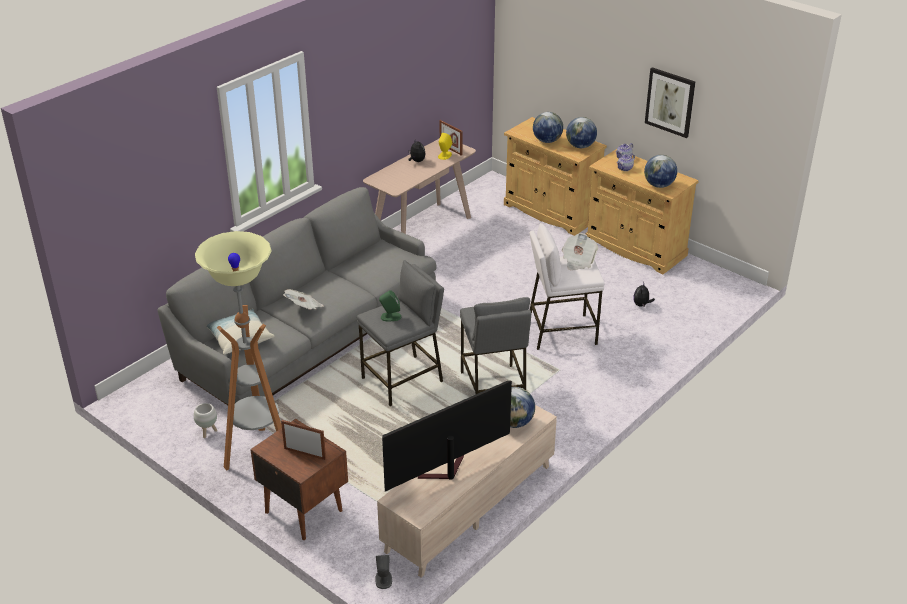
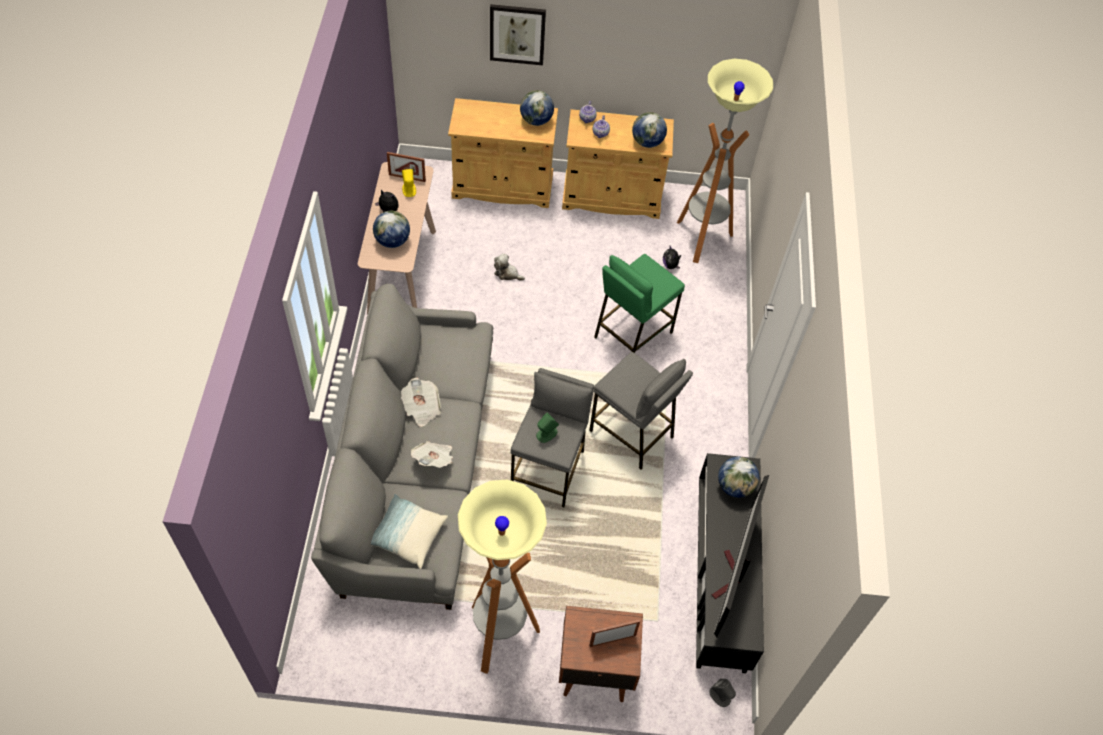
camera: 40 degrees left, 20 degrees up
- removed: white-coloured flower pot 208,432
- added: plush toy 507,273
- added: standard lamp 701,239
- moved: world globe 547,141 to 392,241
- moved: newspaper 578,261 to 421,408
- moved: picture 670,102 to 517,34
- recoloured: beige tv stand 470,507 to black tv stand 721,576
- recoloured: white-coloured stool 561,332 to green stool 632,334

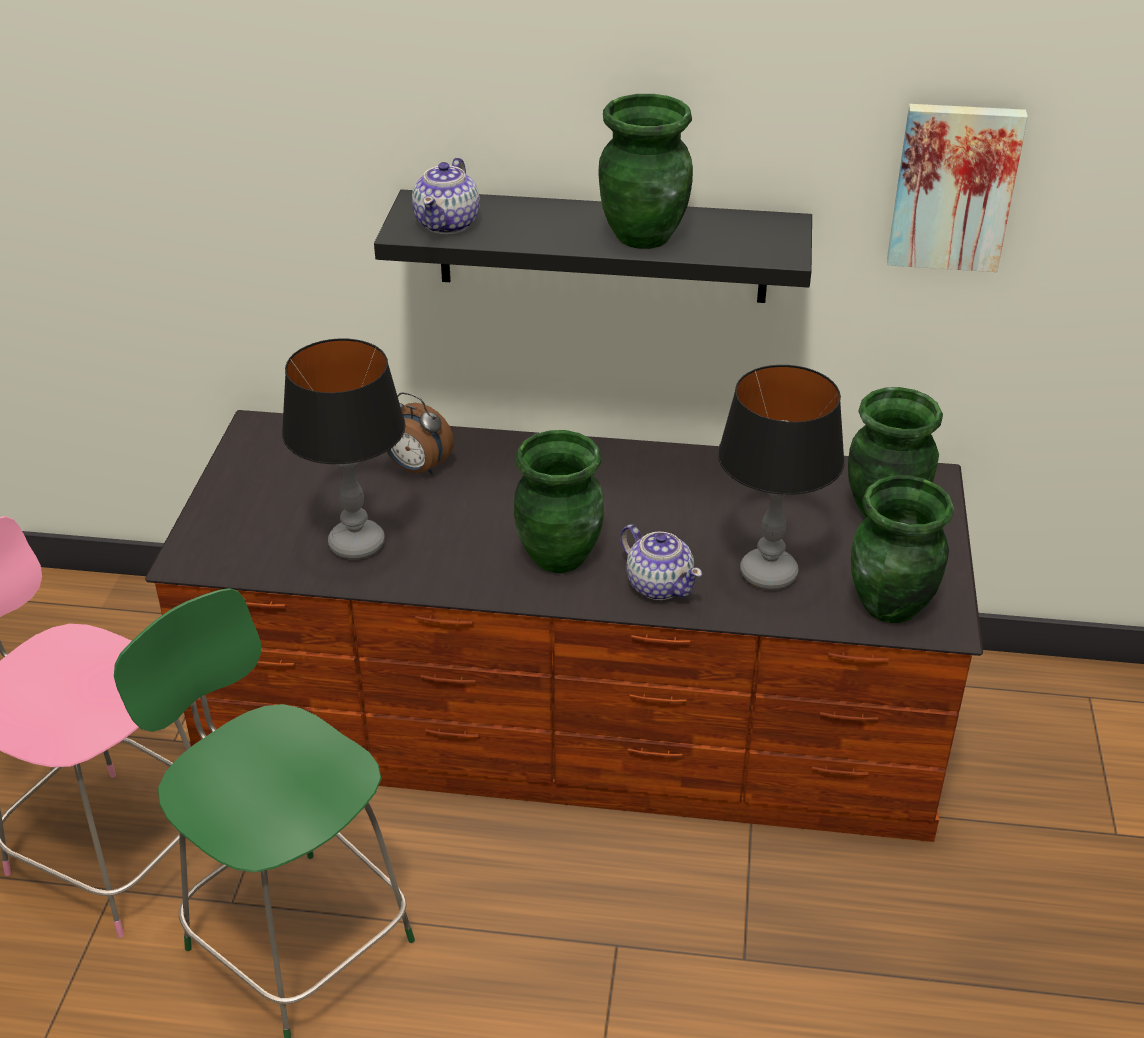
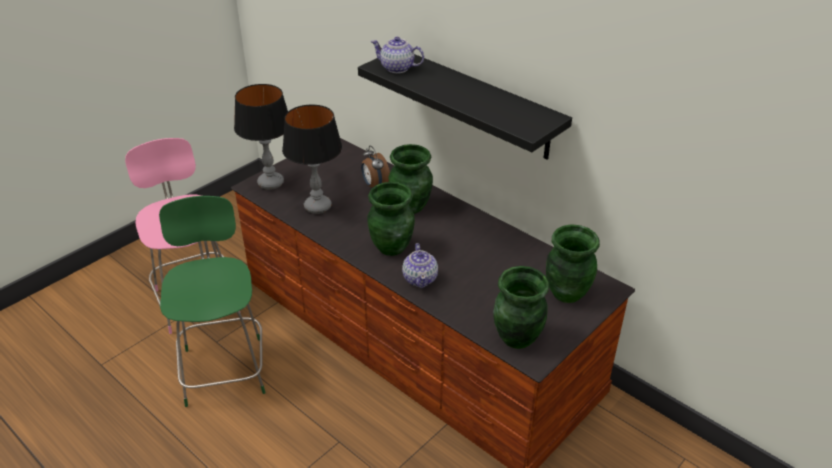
camera: 35 degrees right, 0 degrees up
- removed: picture 953,186
- moved: green decorative vase 644,236 to 411,206
- moved: table lamp 767,574 to 270,183
- turned: tea pot 448,224 = 397,68 60 degrees clockwise

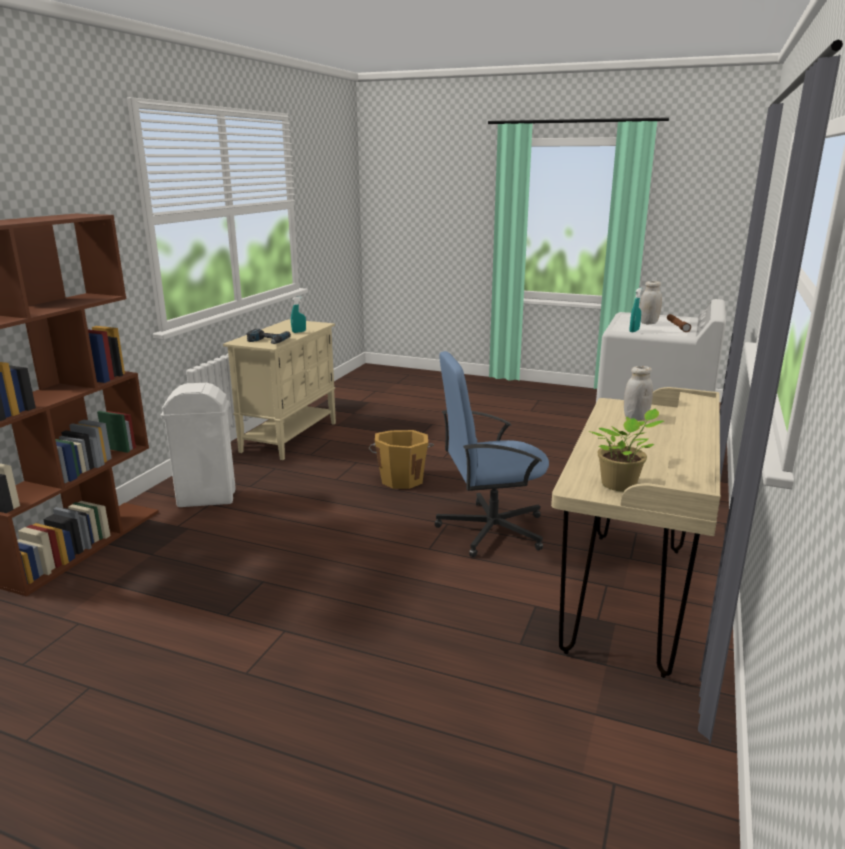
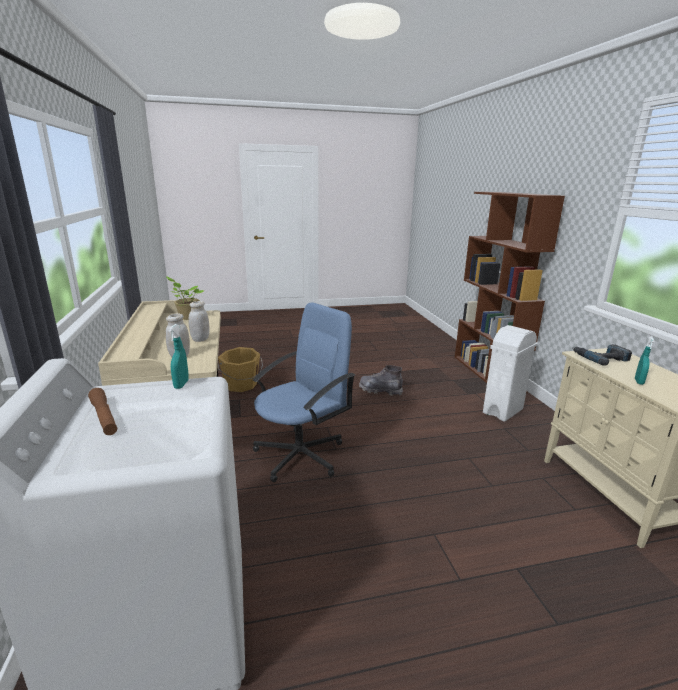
camera: 145 degrees right, 0 degrees up
- added: gray high-top boot 380,390
- moved: orangey pail 402,479 to 241,385
- moved: white-coloured storage jar 648,323 to 200,339

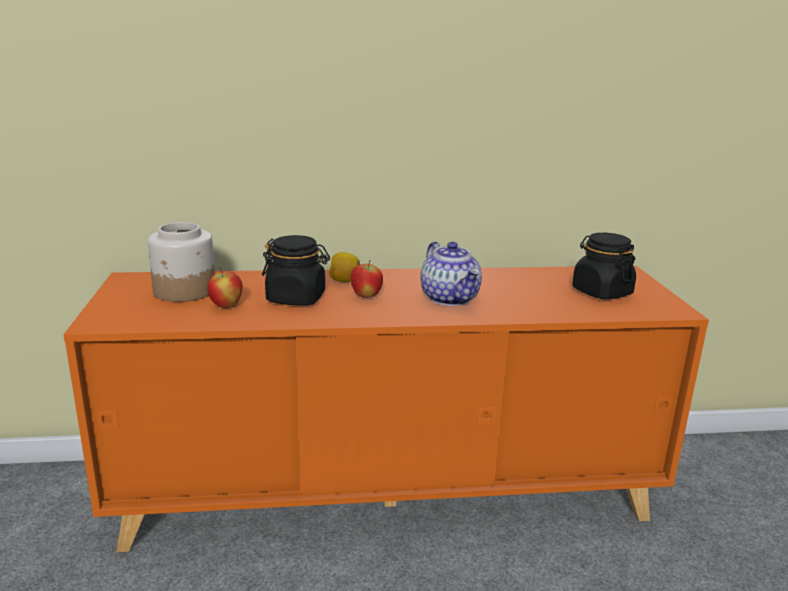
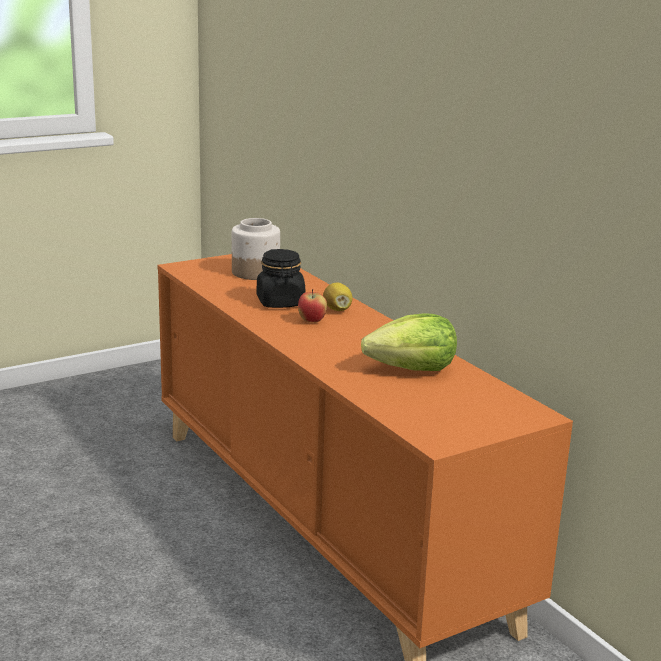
camera: 65 degrees right, 0 degrees up
- removed: apple fruit 226,306
- removed: tea pot 450,298
- removed: black storage jar 601,292
- added: lettuce 412,369

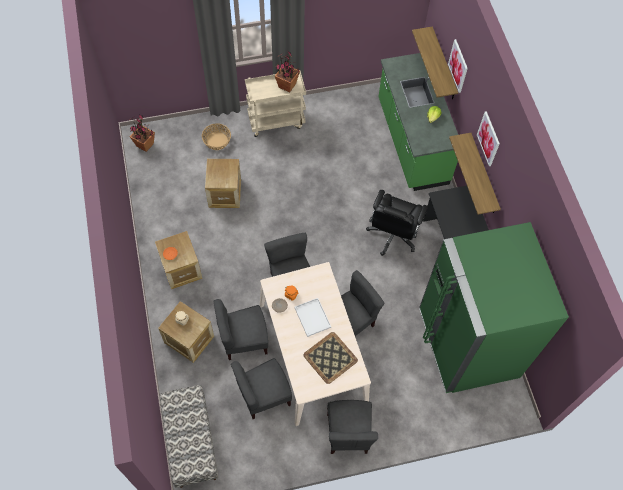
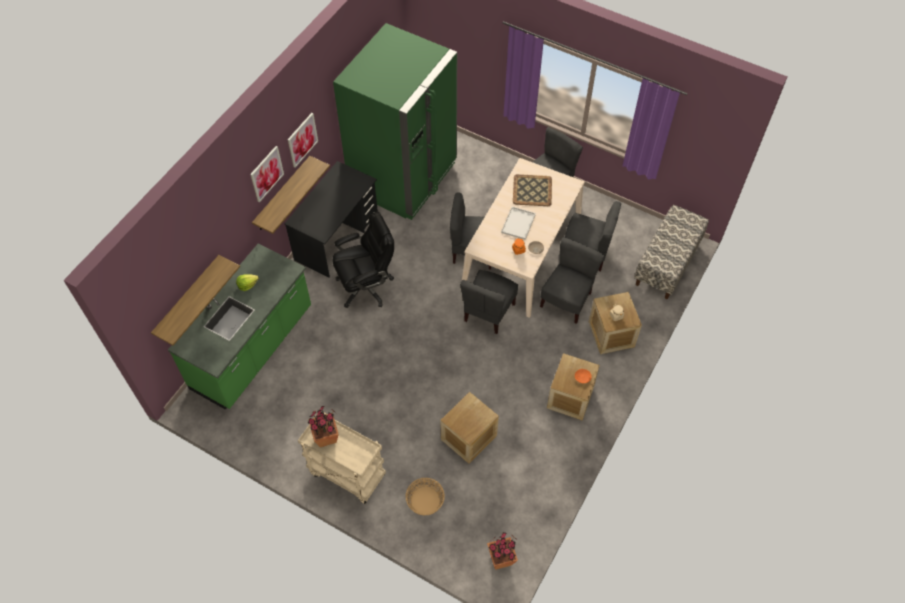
camera: 135 degrees left, 5 degrees down
- moved: picture 458,66 to 302,140
- turned: gray upright chair 244,340 = 566,300 90 degrees counterclockwise

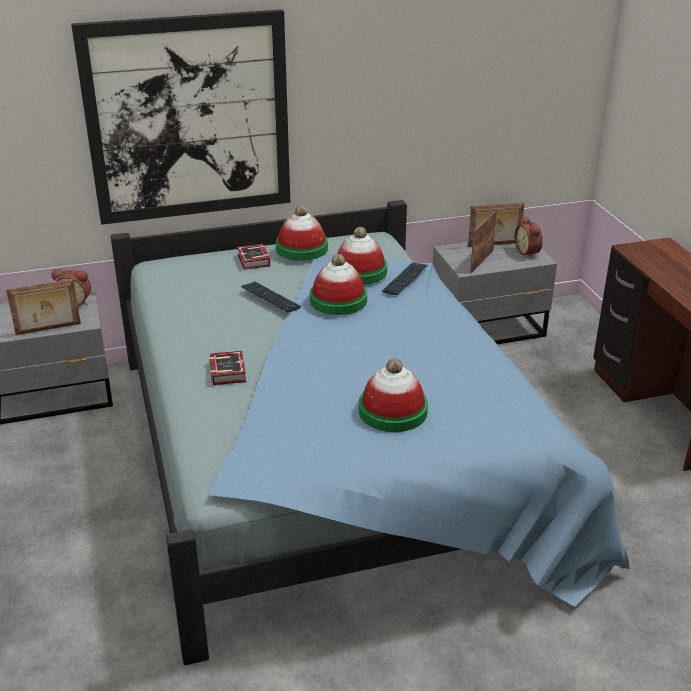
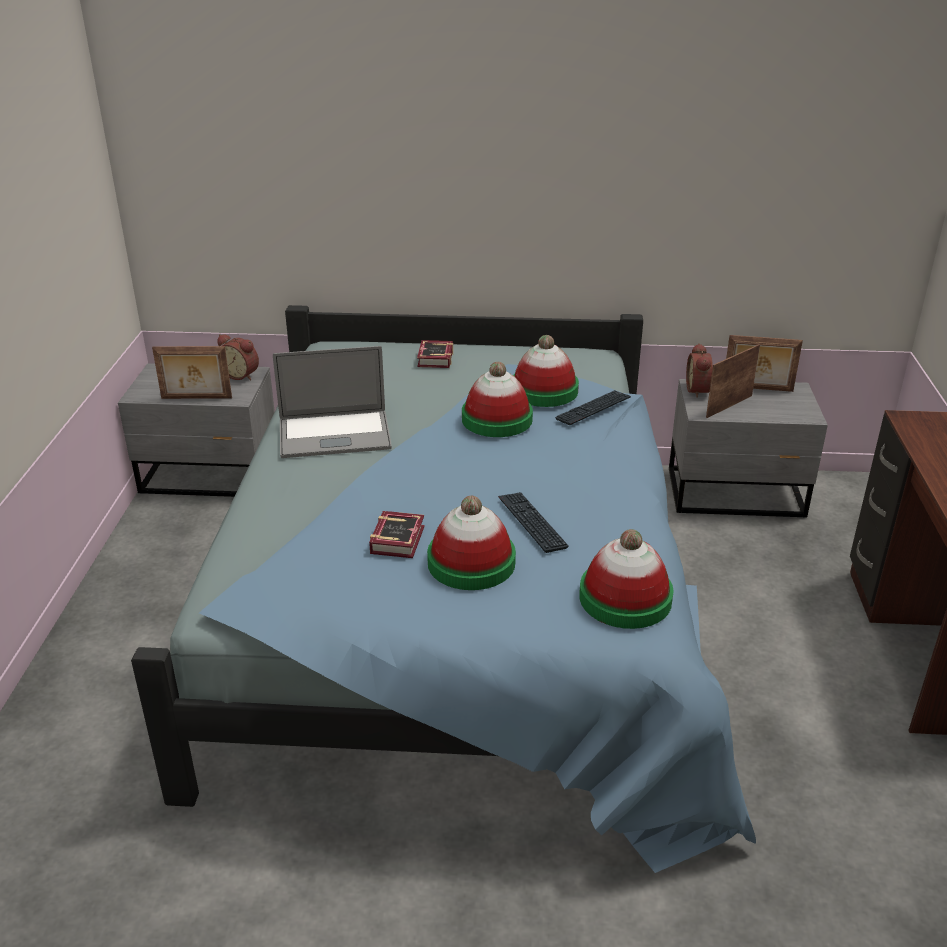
camera: 20 degrees right, 0 degrees up
- removed: picture 188,118
- added: notebook computer 334,435
- moved: book 229,371 to 400,538
- moved: computer keyboard 270,298 to 532,523
- moved: wearable hat 302,248 to 625,598
- moved: table clock 528,252 to 699,390

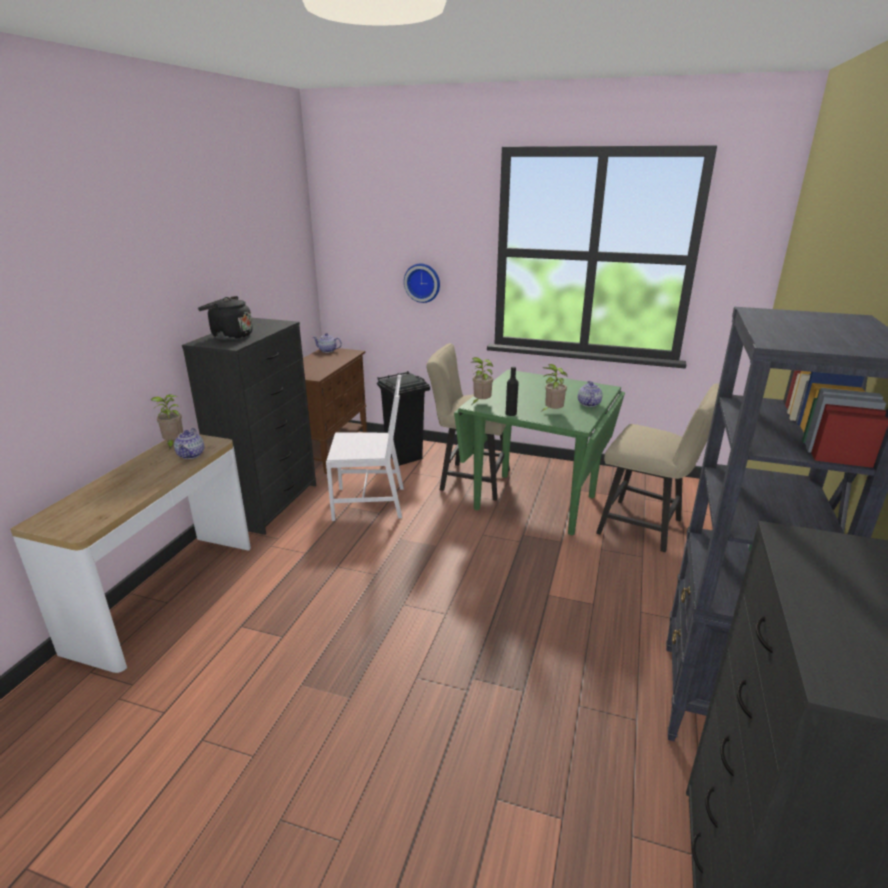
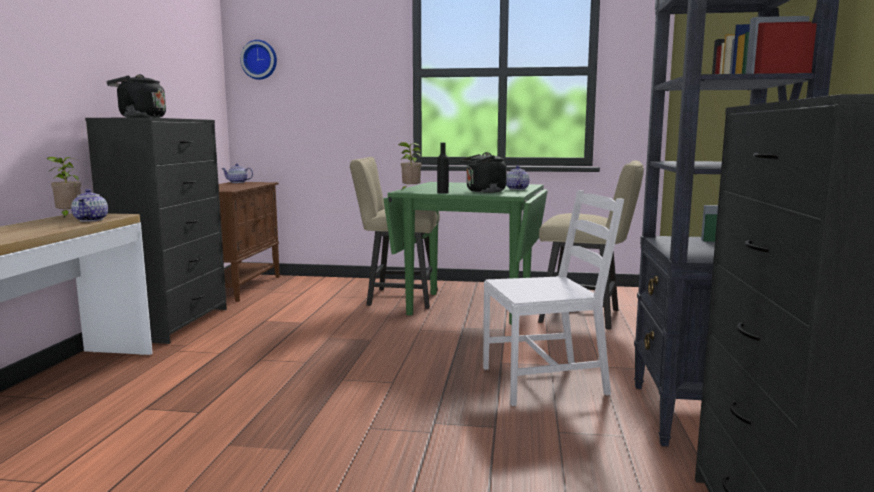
camera: 10 degrees left, 15 degrees down
- removed: black rubbish bin 405,458
- moved: white-coloured upright chair 370,503 to 545,381
- moved: hanging clock 423,282 to 260,60
- replaced: plant in a pot 552,412 to black tea kettle 483,191

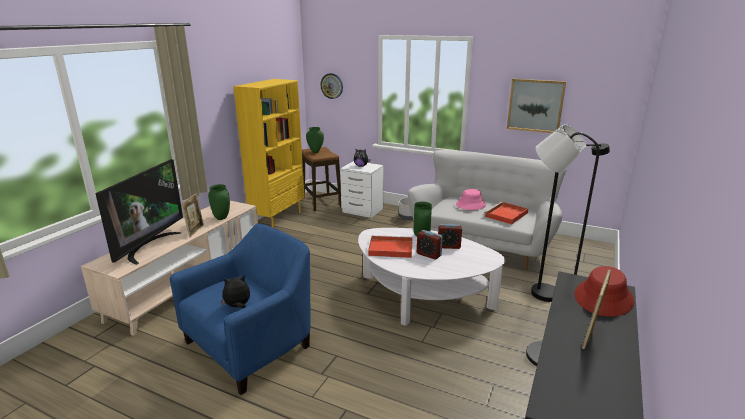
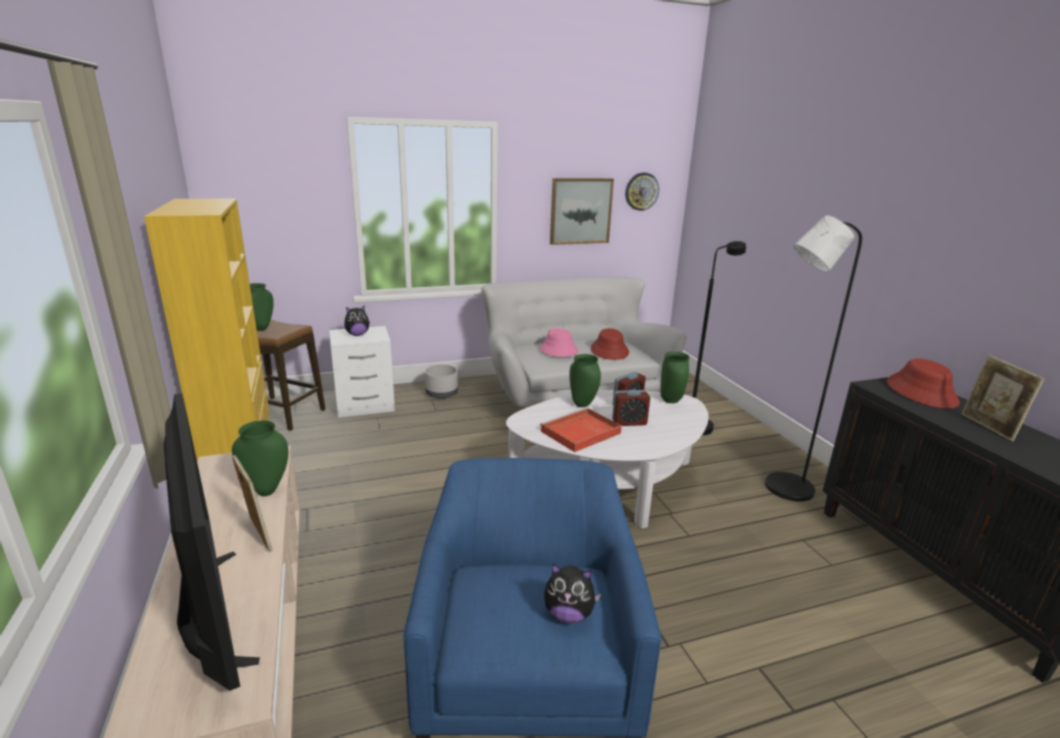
camera: 45 degrees left, 0 degrees up
- added: green decorative vase 670,401
- moved: hanging clock 332,86 to 641,191
- replaced: red serving tray 506,215 to red wearable hat 609,351
- turned: plush toy 237,306 = 568,614 105 degrees counterclockwise

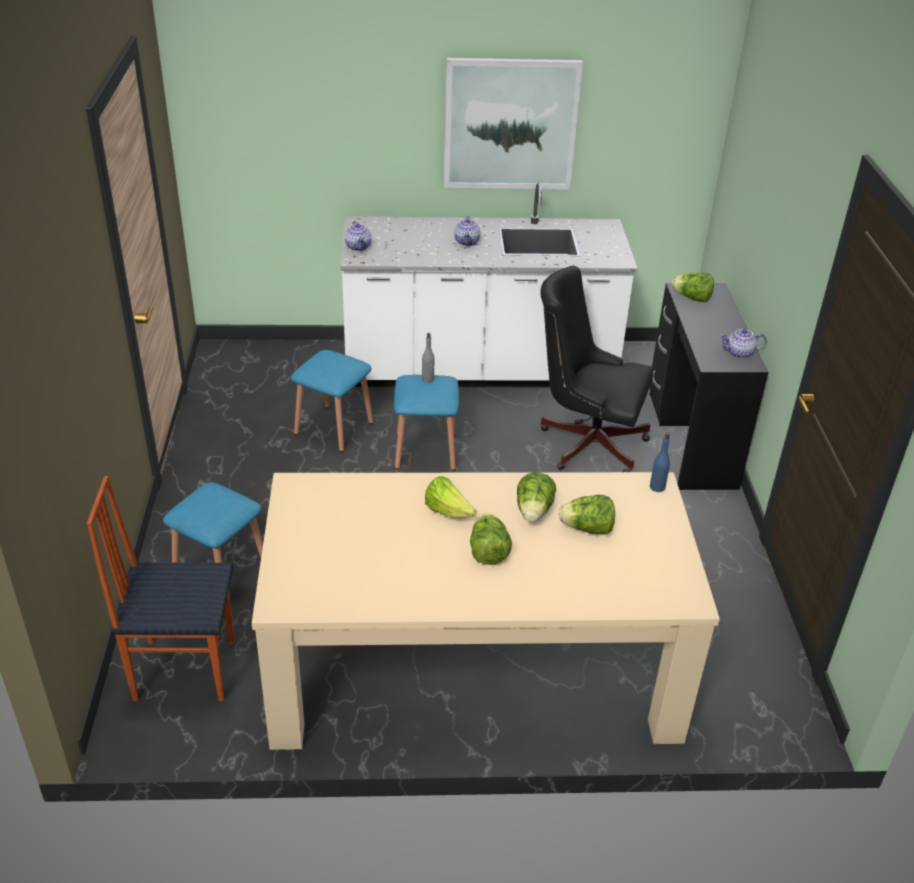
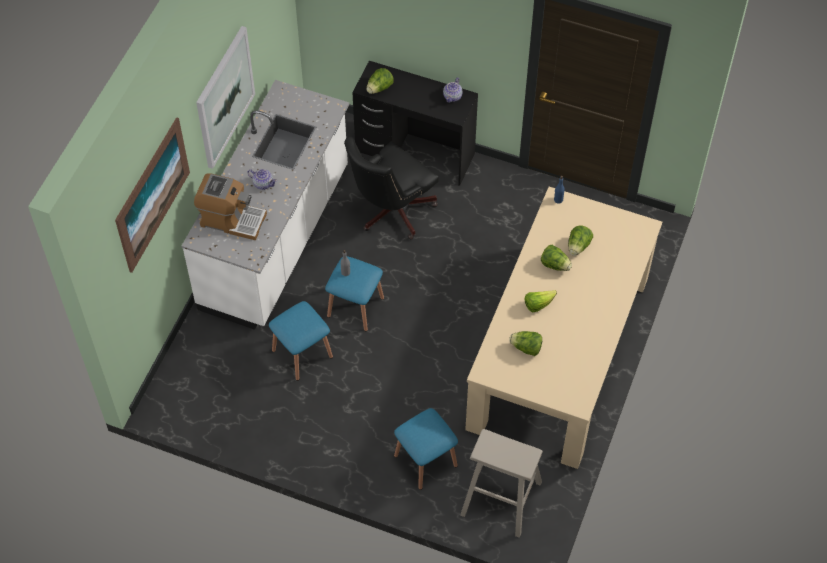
camera: 65 degrees left, 20 degrees up
- removed: tea pot 358,247
- added: picture 152,194
- added: coffee brewer 232,219
- moved: lettuce 488,552 to 526,348
- replaced: upright chair 184,669 to beige stool 501,498

